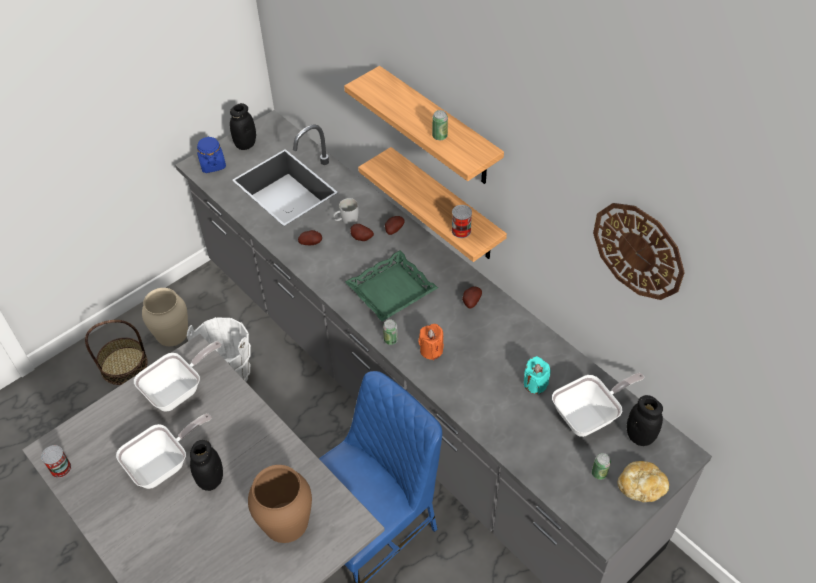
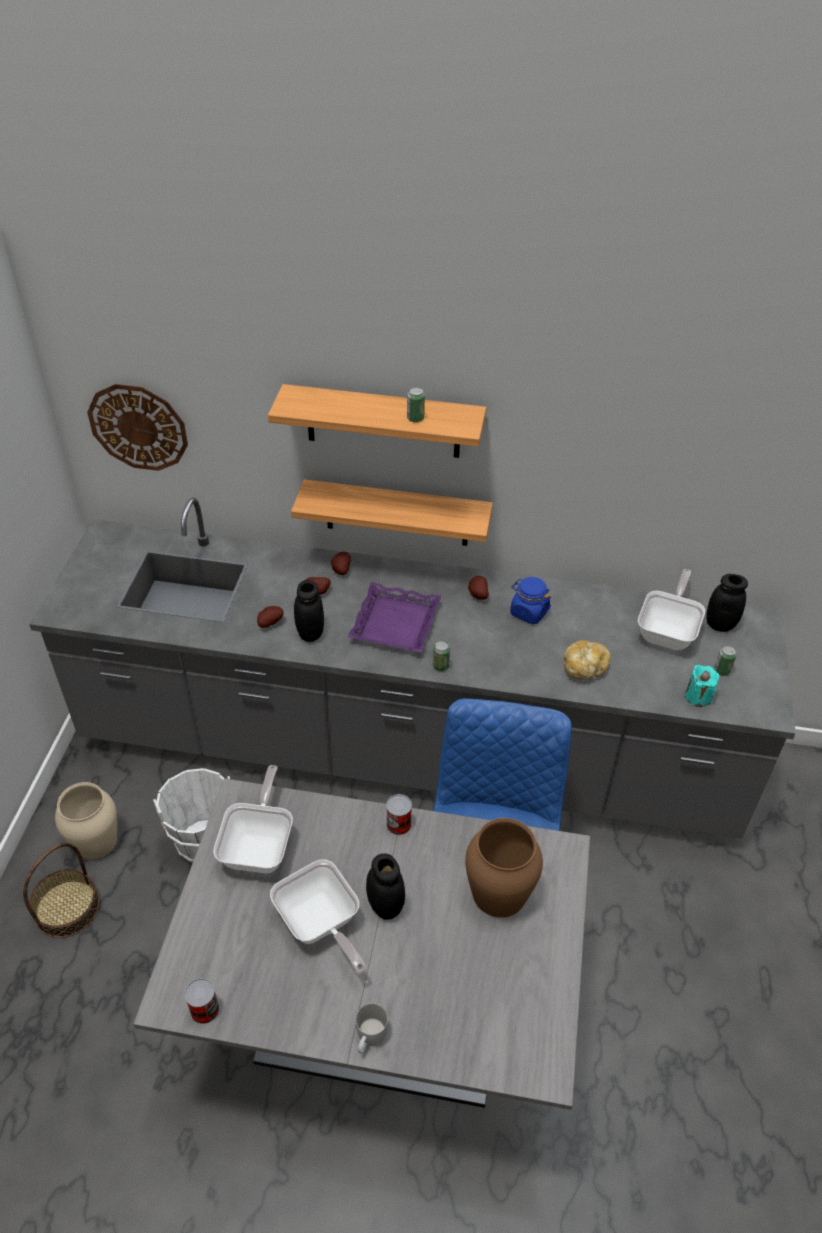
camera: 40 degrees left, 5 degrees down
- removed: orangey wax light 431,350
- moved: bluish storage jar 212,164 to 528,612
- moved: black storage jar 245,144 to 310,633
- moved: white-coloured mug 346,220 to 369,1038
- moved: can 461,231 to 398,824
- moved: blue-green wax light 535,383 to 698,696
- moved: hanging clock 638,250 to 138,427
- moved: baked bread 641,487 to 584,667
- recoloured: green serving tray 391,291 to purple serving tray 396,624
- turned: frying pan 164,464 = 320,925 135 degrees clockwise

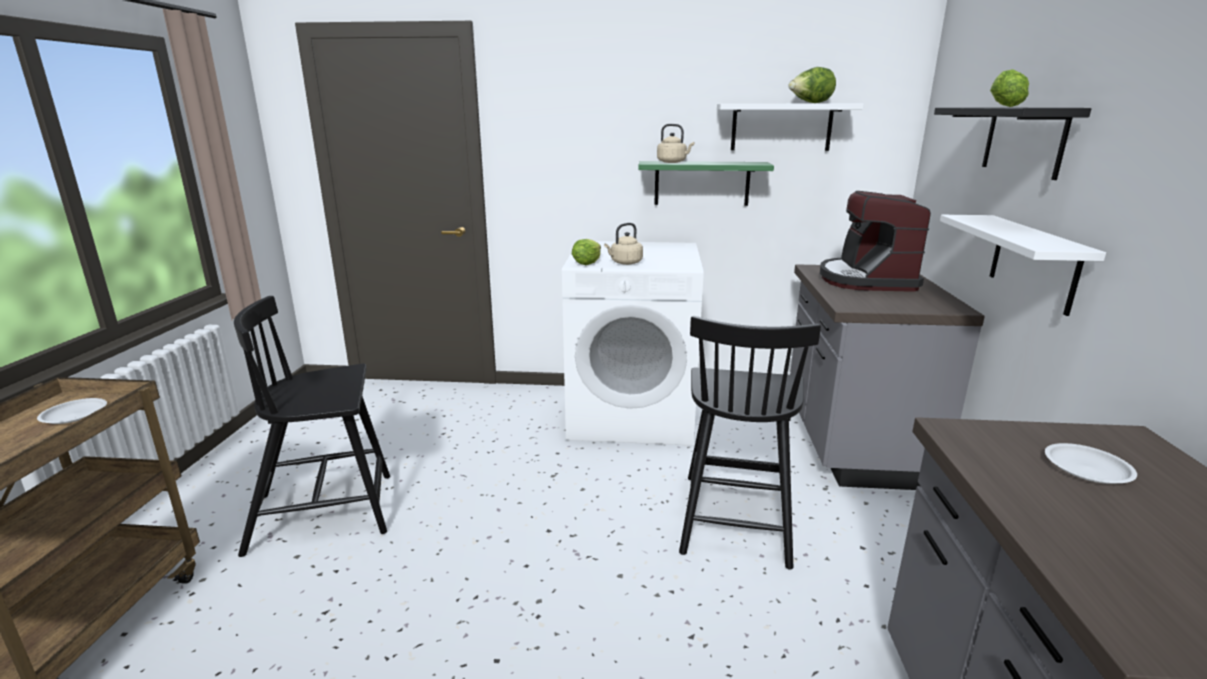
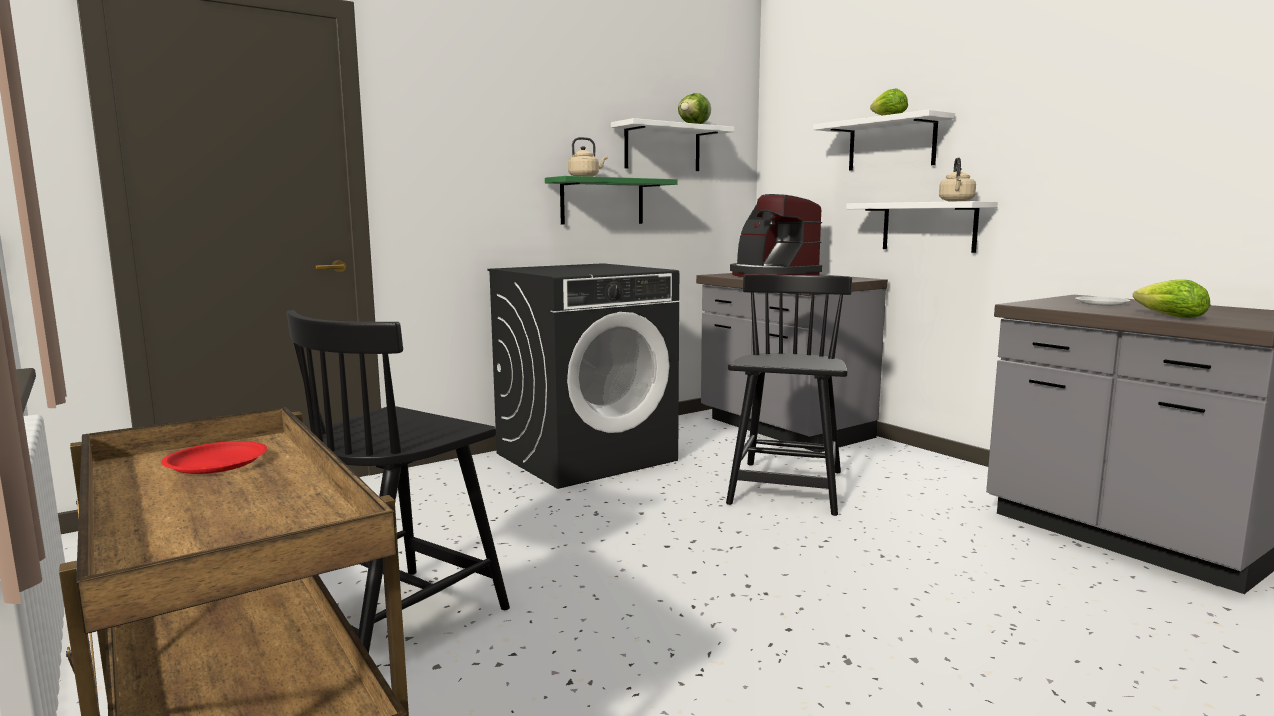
camera: 40 degrees left, 10 degrees down
- moved: lettuce 589,262 to 1166,316
- moved: beige tea kettle 625,263 to 956,201
- recoloured: white-coloured plate 73,415 to red plate 216,463
- recoloured: white-coloured laundry machine 632,415 to black laundry machine 586,456
- recoloured: black shelf 1023,140 to white-coloured shelf 891,144
- turned: black upright chair 735,516 = 787,489 135 degrees counterclockwise

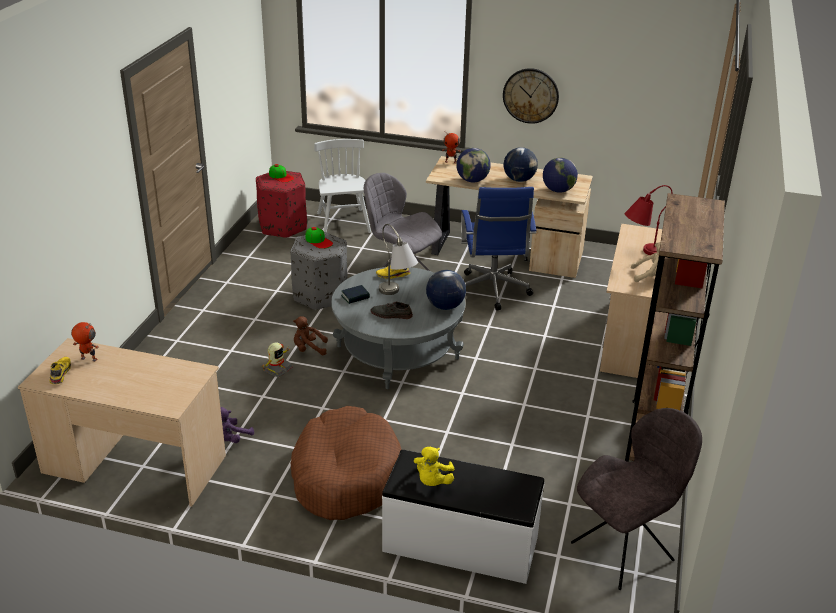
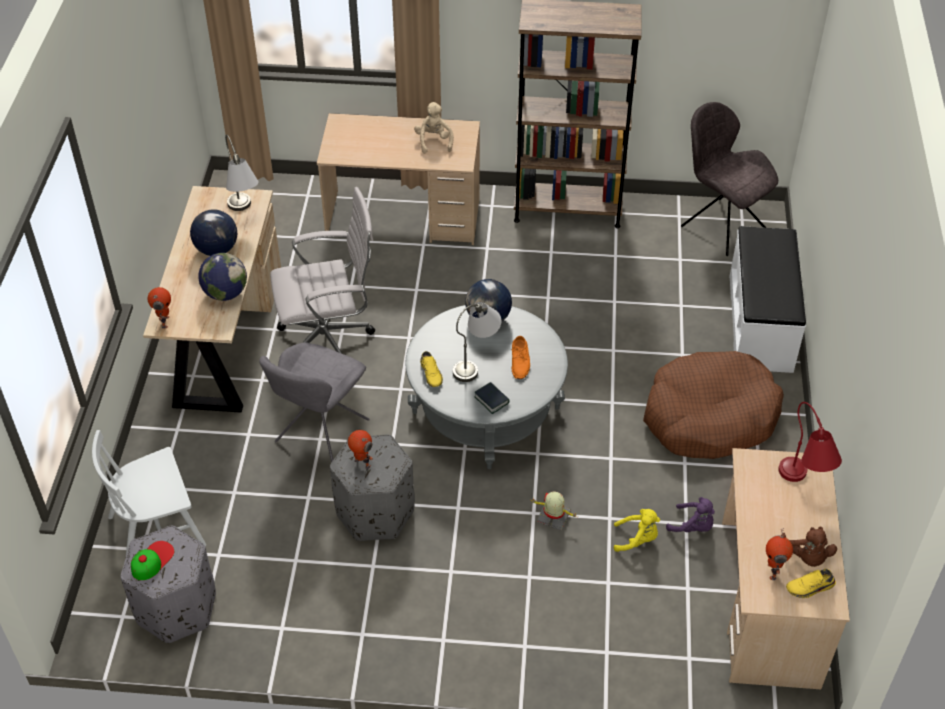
camera: 100 degrees left, 15 degrees up
- removed: hanging clock 530,95
- moved: brownish plush toy 308,349 to 806,556
- moved: yellow plush toy 432,481 to 637,539
- moved: red table lamp 640,252 to 803,485
- replaced: cap 318,241 to robot figure 361,464
- replaced: world globe 558,190 to gray table lamp 244,213
- recoloured: red ottoman 283,226 to gray ottoman 176,608
- recoloured: gray shoe 391,315 to orangey shoe 520,361
- recoloured: bluish office chair 492,292 to white-coloured office chair 330,341

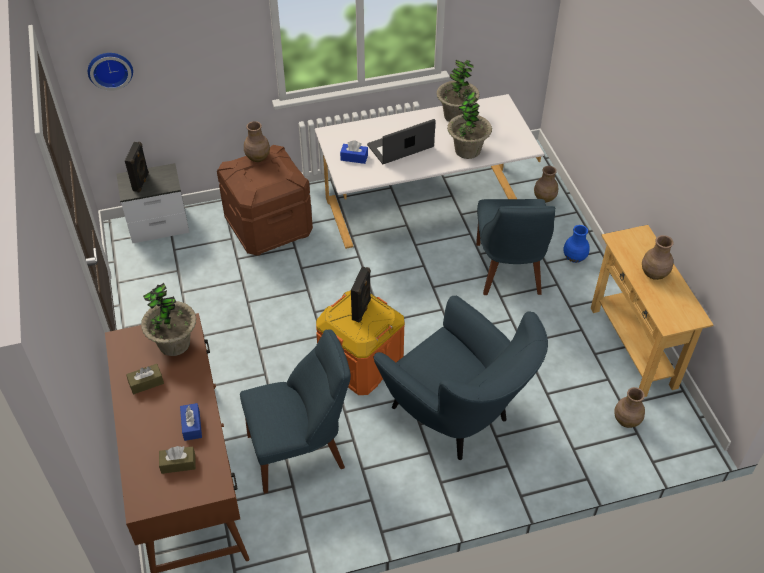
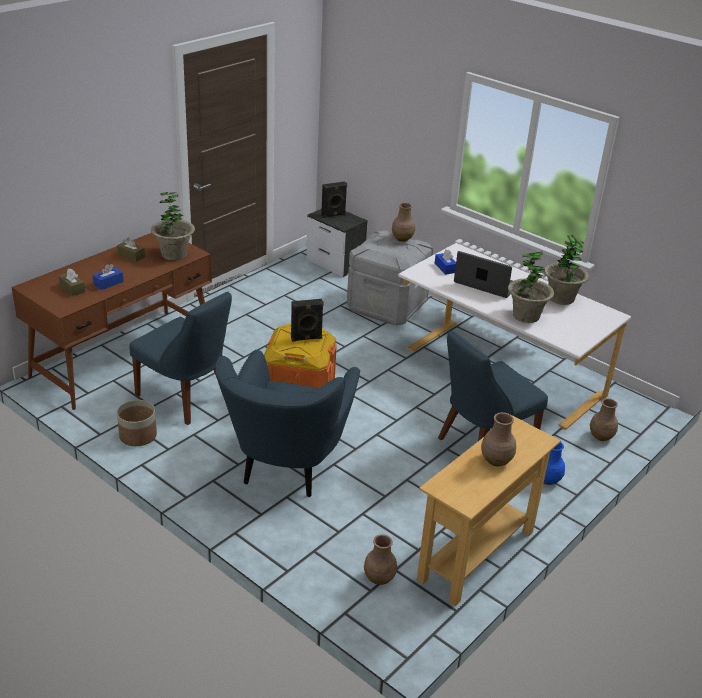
camera: 55 degrees right, 15 degrees down
- removed: hanging clock 110,69
- added: flower pot 138,435
- recoloured: brownish storage box 269,227 to gray storage box 387,307

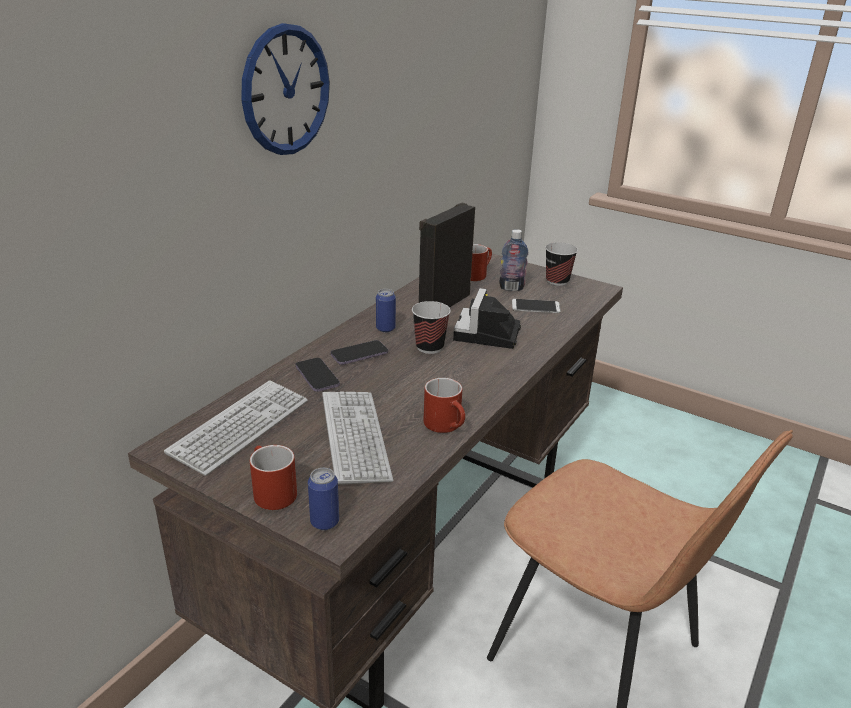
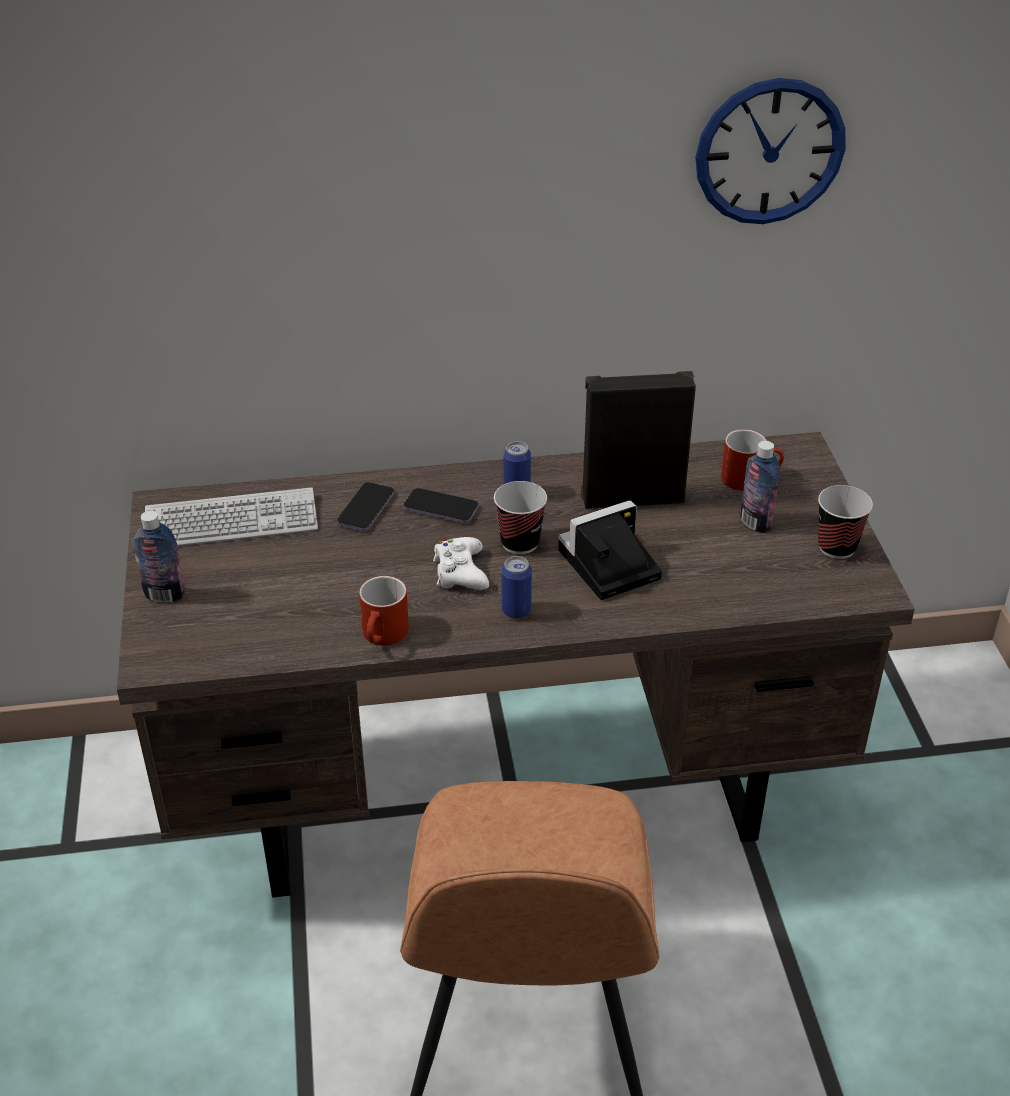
camera: 50 degrees right, 10 degrees up
- removed: computer keyboard 355,437
- removed: telephone 535,307
- added: white-coloured game controller 460,572
- moved: hanging clock 286,90 to 769,152
- moved: can 324,522 to 516,610
- replaced: red mug 270,491 to drink bottle 165,595

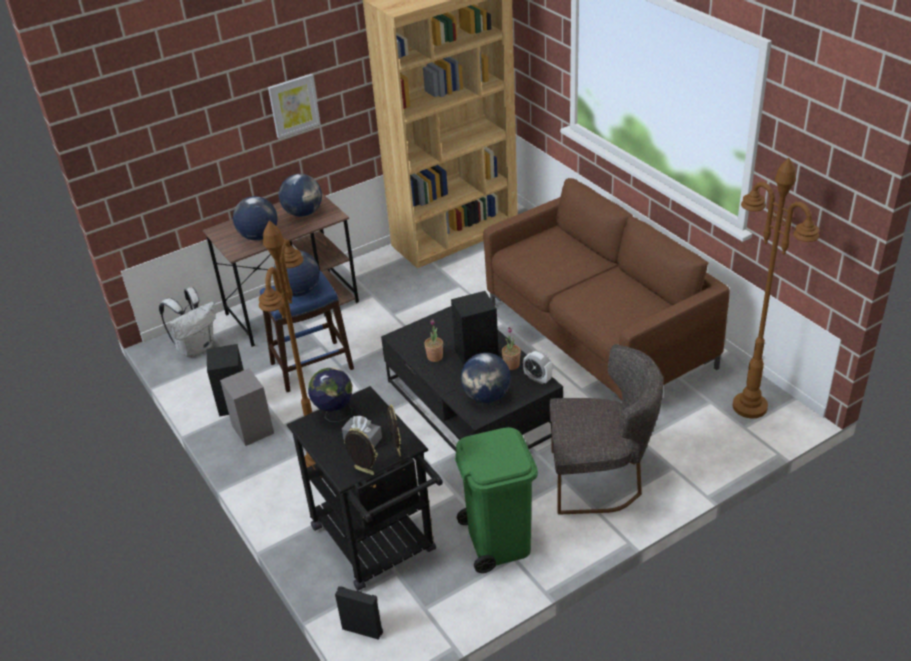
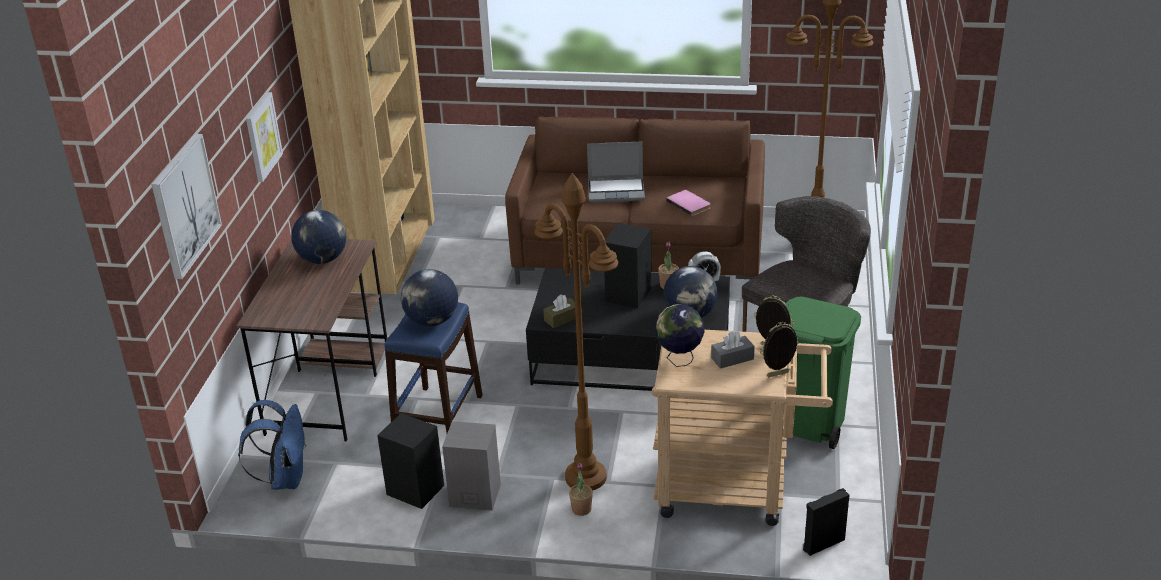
camera: 50 degrees left, 5 degrees down
- removed: world globe 258,236
- added: picture 184,205
- added: brownish tissue holder 562,318
- added: notebook computer 617,191
- added: pink book 689,204
- moved: plant in a pot 435,357 to 581,509
- recoloured: white-coloured rucksack 196,347 to bluish rucksack 285,478
- recoloured: black cart 379,545 to beige cart 735,489

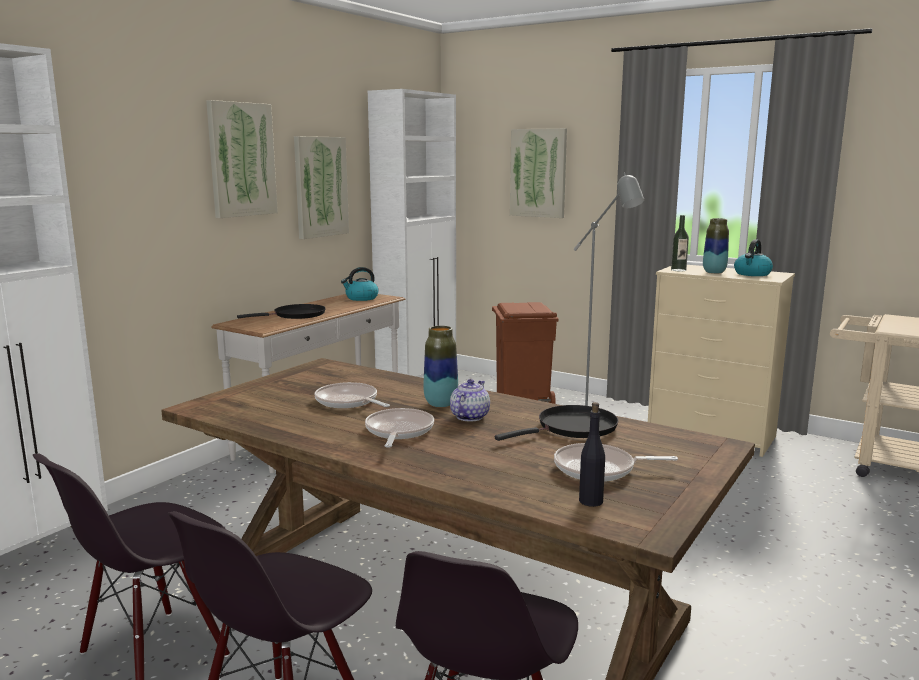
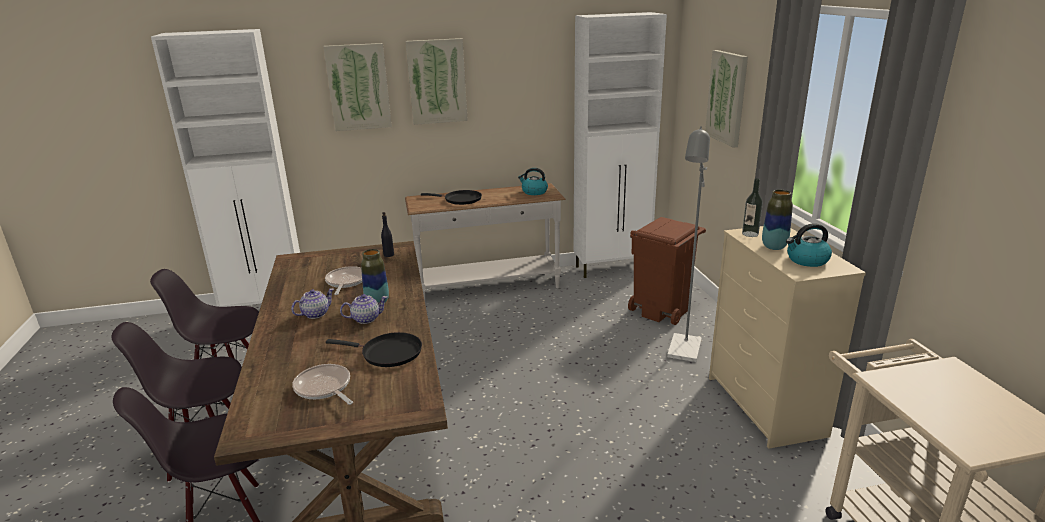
camera: 45 degrees right, 10 degrees up
- moved: picture 320,187 to 358,87
- moved: black drink bottle 590,501 to 389,255
- replaced: frying pan 398,431 to tea pot 315,314

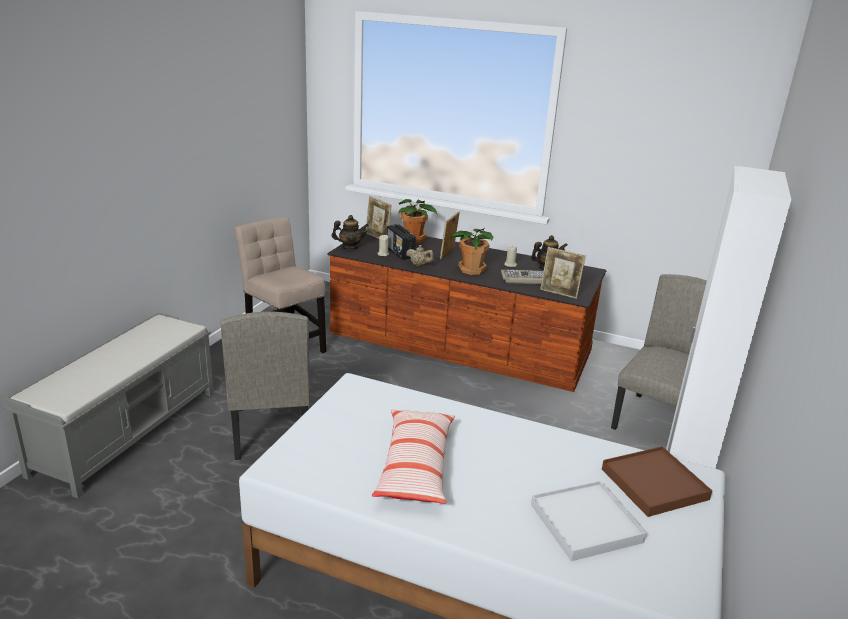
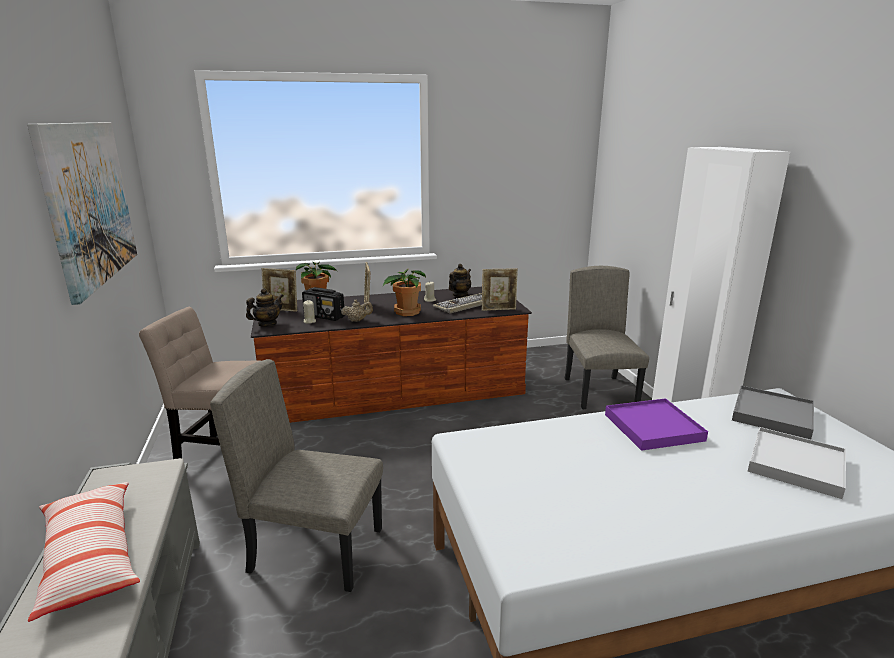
camera: 35 degrees left, 5 degrees down
- added: picture 89,203
- added: purple serving tray 653,427
- moved: cushion 415,466 to 90,557
- recoloured: brownish serving tray 654,484 to gray serving tray 772,415
- turned: beige upright chair 271,431 = 317,549 150 degrees clockwise

